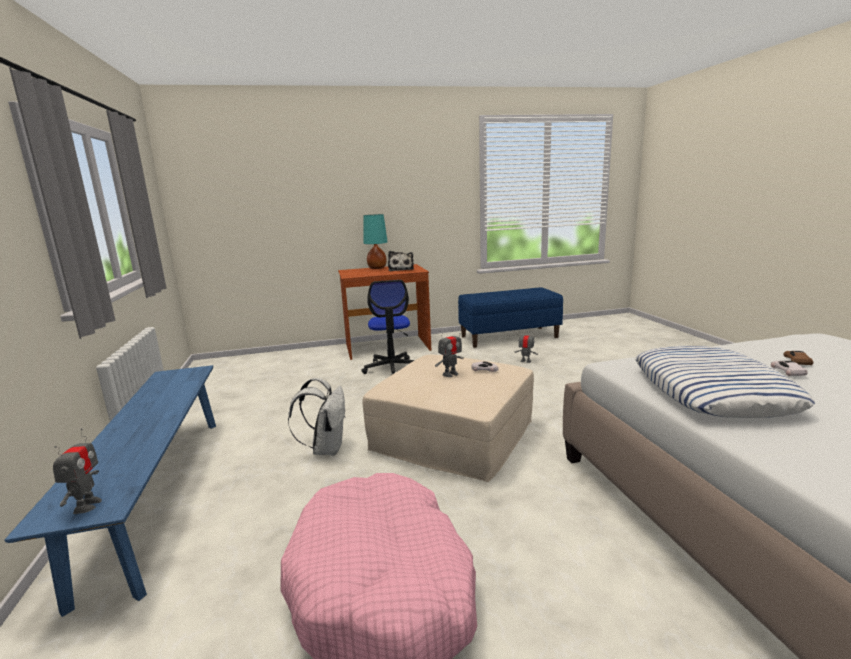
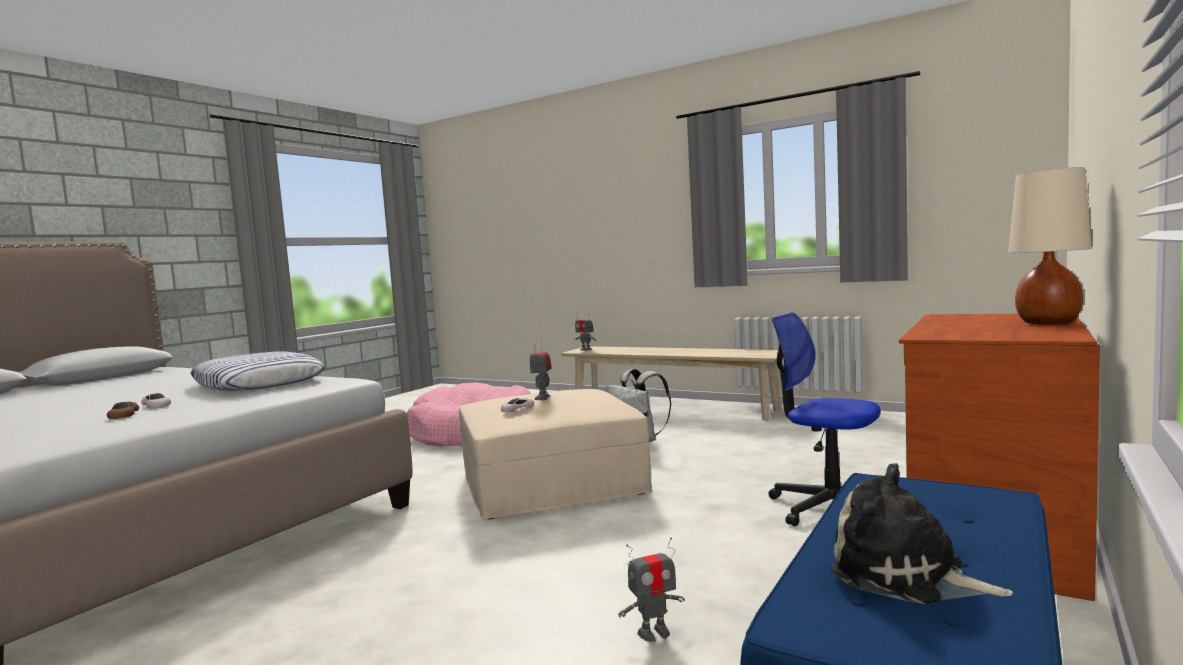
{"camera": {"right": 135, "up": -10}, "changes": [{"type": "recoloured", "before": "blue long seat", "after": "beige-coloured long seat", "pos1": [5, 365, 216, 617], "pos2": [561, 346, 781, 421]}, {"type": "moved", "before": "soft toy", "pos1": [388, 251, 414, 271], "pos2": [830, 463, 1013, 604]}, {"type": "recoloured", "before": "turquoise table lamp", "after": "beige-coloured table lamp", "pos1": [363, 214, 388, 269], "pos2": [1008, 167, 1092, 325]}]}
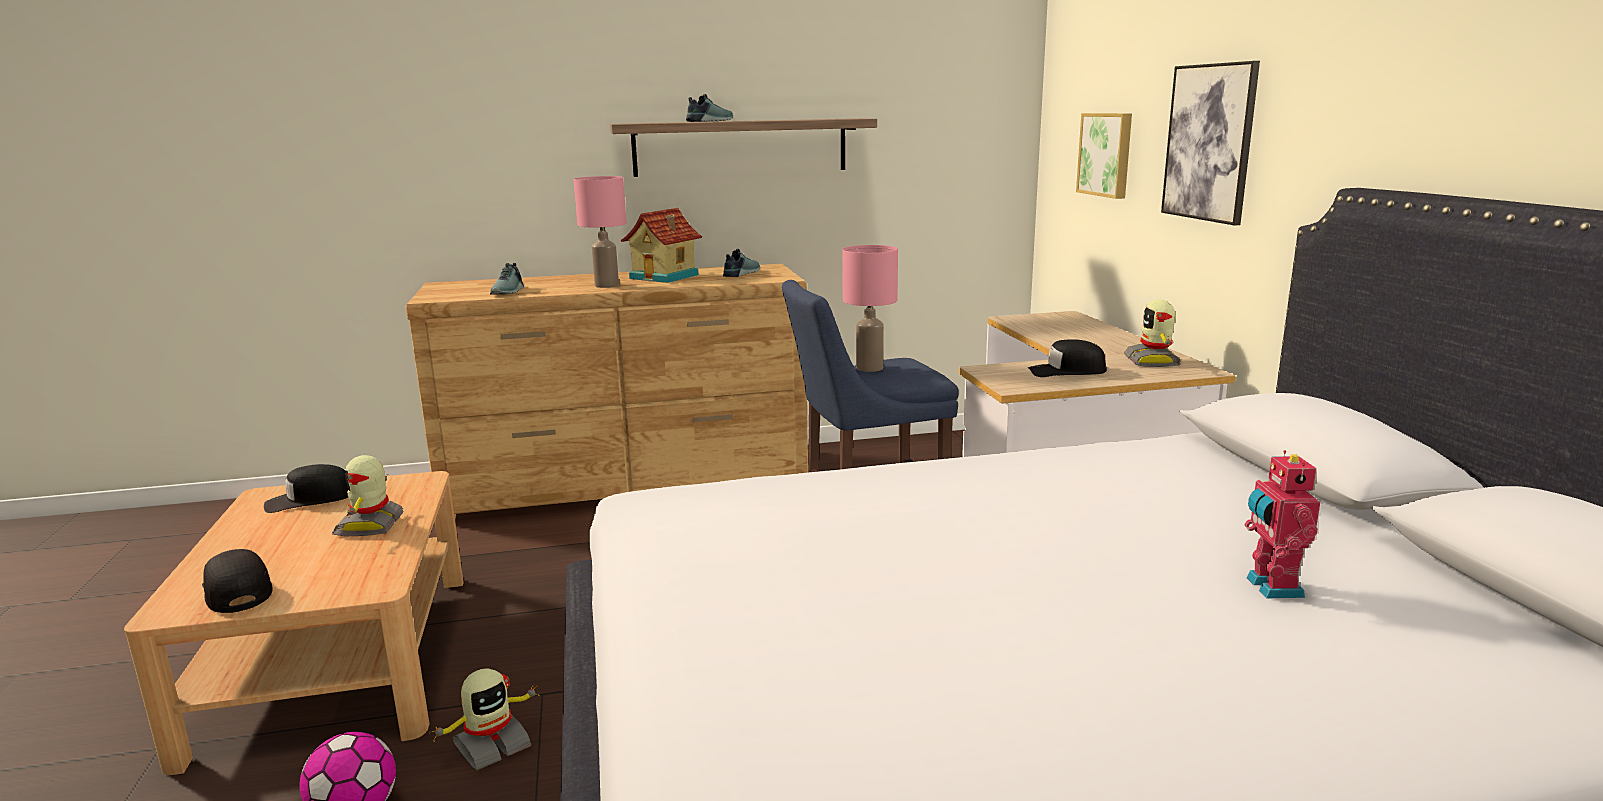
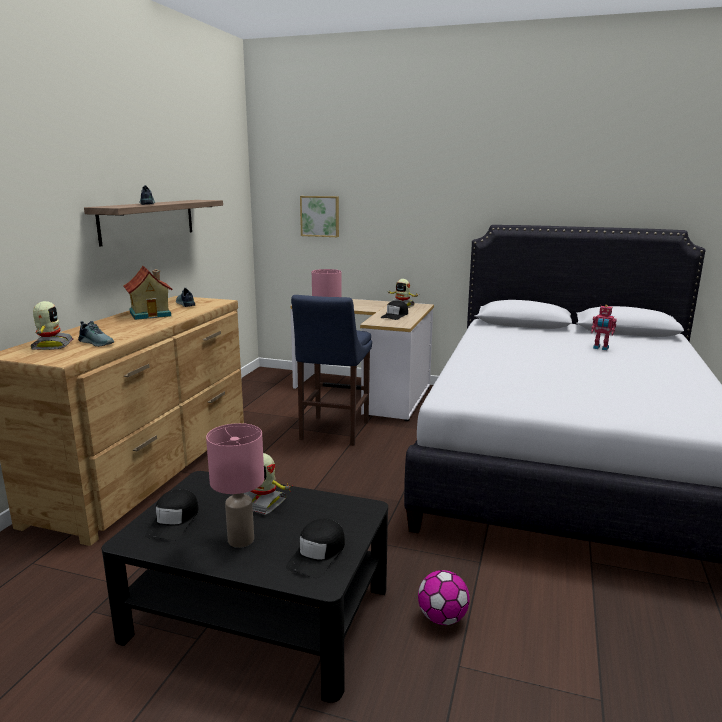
{"camera": {"right": -60, "up": 0}, "changes": [{"type": "moved", "before": "robot figure", "pos1": [429, 668, 540, 770], "pos2": [30, 301, 73, 350]}, {"type": "recoloured", "before": "beige-coloured coffee table", "after": "black-coloured coffee table", "pos1": [124, 471, 464, 775], "pos2": [101, 471, 388, 703]}, {"type": "moved", "before": "pink table lamp", "pos1": [574, 176, 626, 288], "pos2": [206, 423, 264, 548]}, {"type": "turned", "before": "black-coloured baseball cap", "pos1": [202, 549, 272, 613], "pos2": [286, 518, 345, 578], "turn": -60}, {"type": "removed", "before": "wall art", "pos1": [1161, 61, 1260, 226]}]}
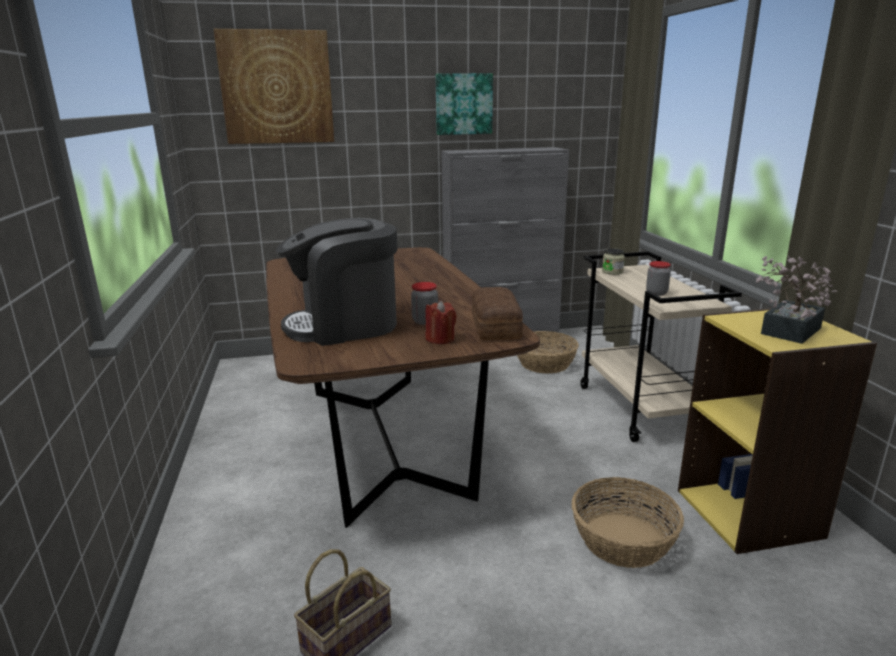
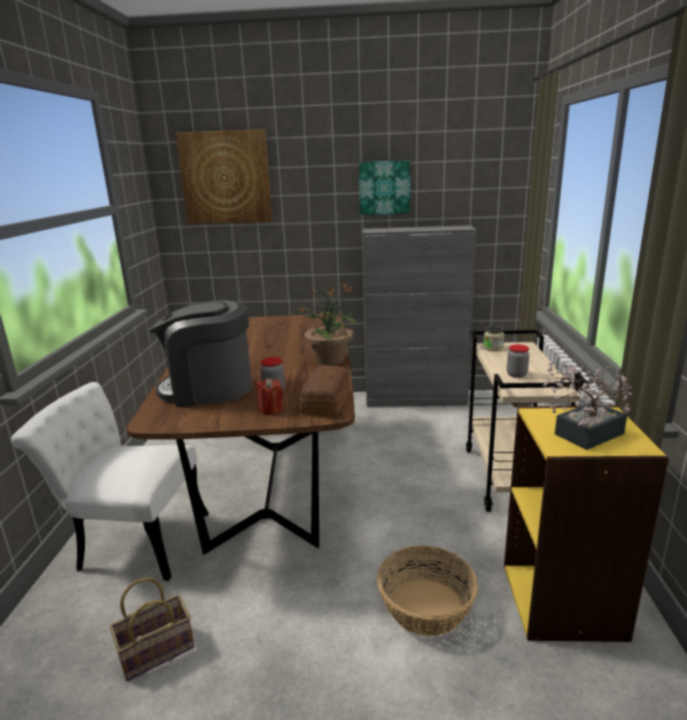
{"camera": {"right": 15, "up": 0}, "changes": [{"type": "added", "after": "white-coloured chair", "pos2": [11, 382, 209, 581]}, {"type": "added", "after": "houseplant", "pos2": [298, 282, 358, 365]}, {"type": "removed", "before": "storage basket", "pos1": [517, 331, 579, 374]}]}
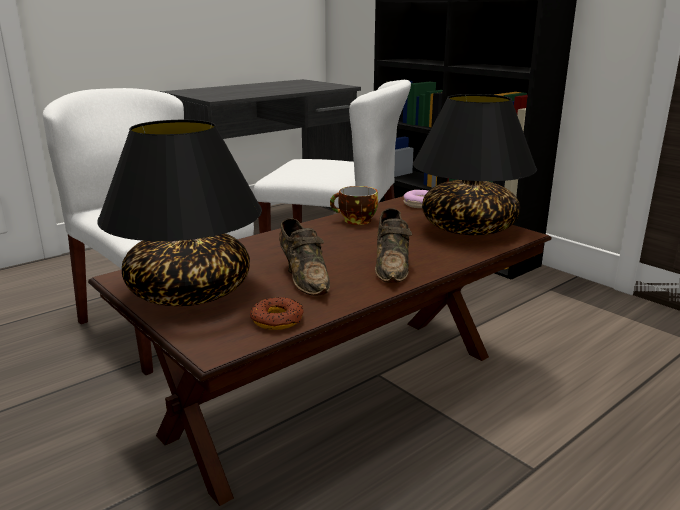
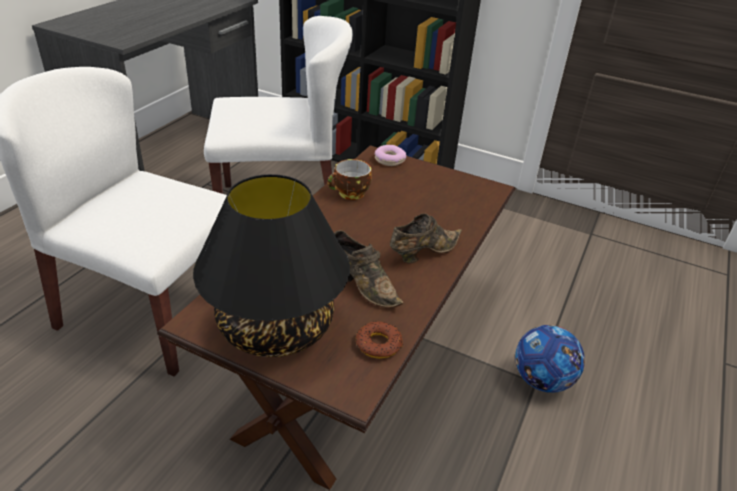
{"camera": {"right": -25, "up": 15}, "changes": [{"type": "turned", "before": "brownish shoe", "pos1": [375, 208, 412, 283], "pos2": [390, 214, 462, 264], "turn": -105}, {"type": "added", "after": "football ball", "pos2": [515, 325, 585, 393]}, {"type": "removed", "before": "black-coloured table lamp", "pos1": [413, 94, 537, 235]}]}
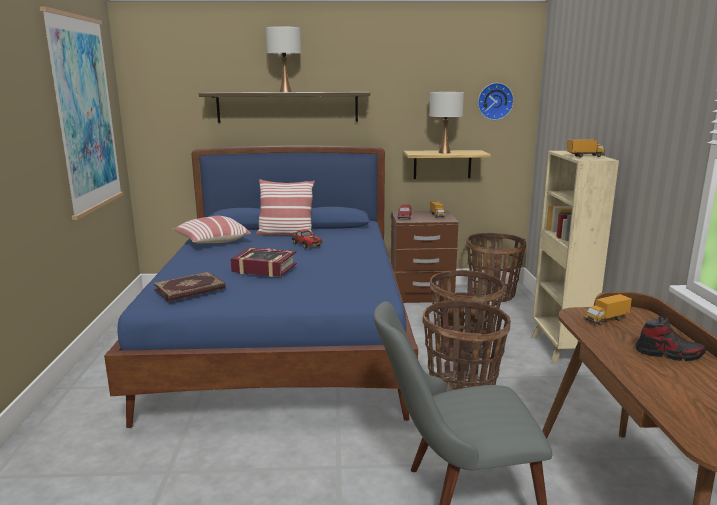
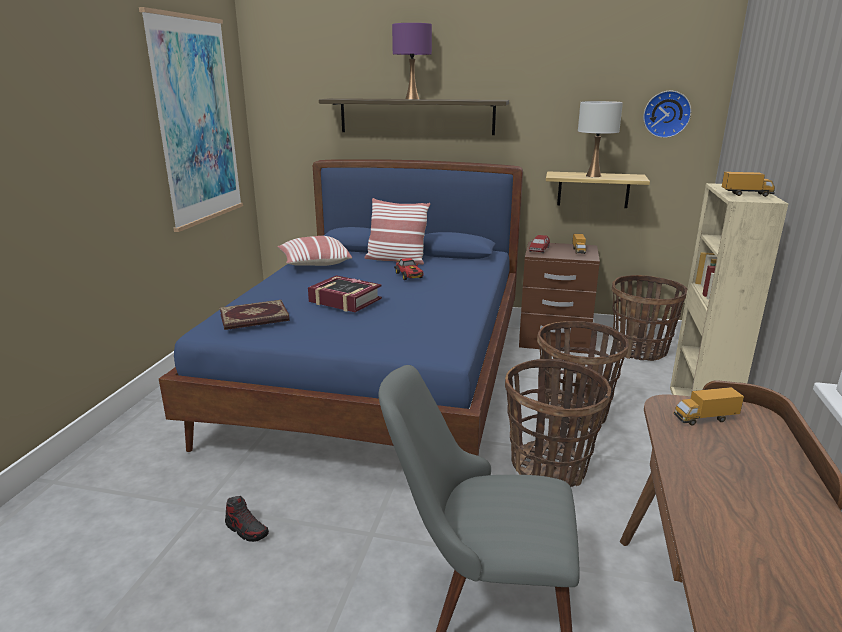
{"camera": {"right": 15, "up": 5}, "changes": [{"type": "moved", "before": "shoe", "pos1": [635, 316, 706, 361], "pos2": [225, 496, 269, 542]}, {"type": "recoloured", "before": "white-coloured table lamp", "after": "purple table lamp", "pos1": [266, 26, 301, 92], "pos2": [392, 23, 432, 100]}]}
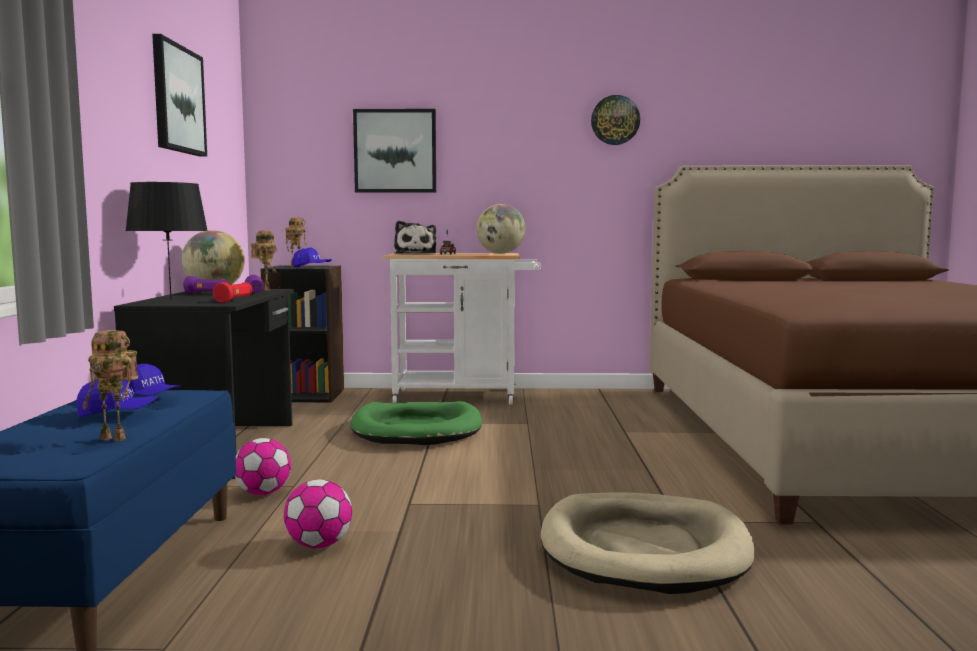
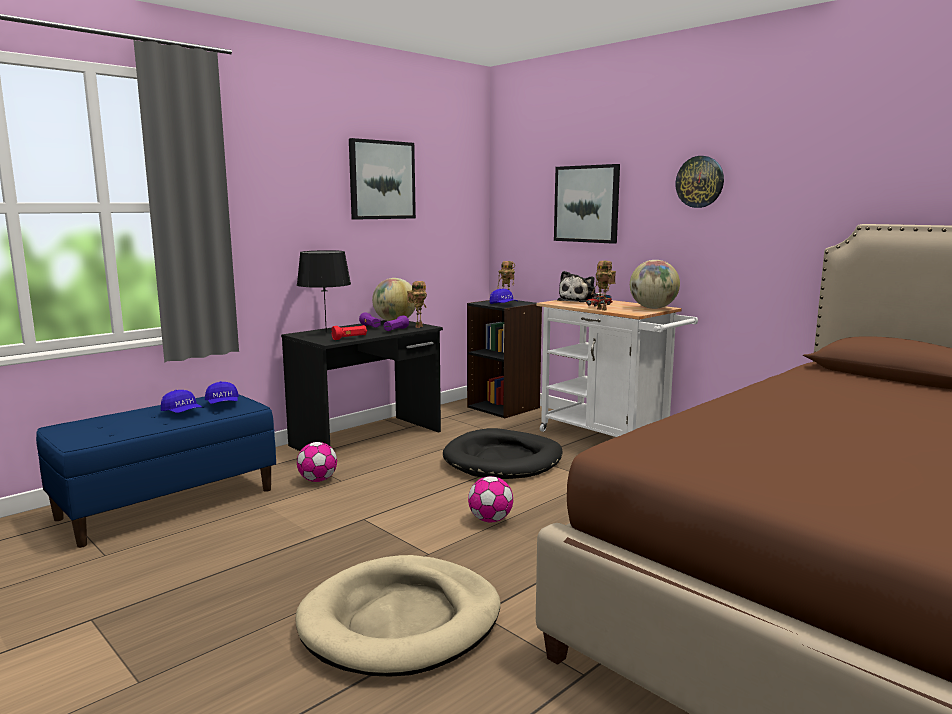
{"camera": {"right": 45, "up": 5}, "changes": [{"type": "recoloured", "before": "green dog bed", "after": "black-coloured dog bed", "pos1": [350, 401, 482, 445], "pos2": [443, 428, 563, 479]}, {"type": "moved", "before": "football ball", "pos1": [284, 479, 352, 548], "pos2": [468, 476, 513, 522]}, {"type": "moved", "before": "robot figure", "pos1": [82, 330, 138, 441], "pos2": [592, 261, 616, 311]}, {"type": "moved", "before": "clock on the wall", "pos1": [591, 95, 640, 145], "pos2": [675, 156, 724, 208]}]}
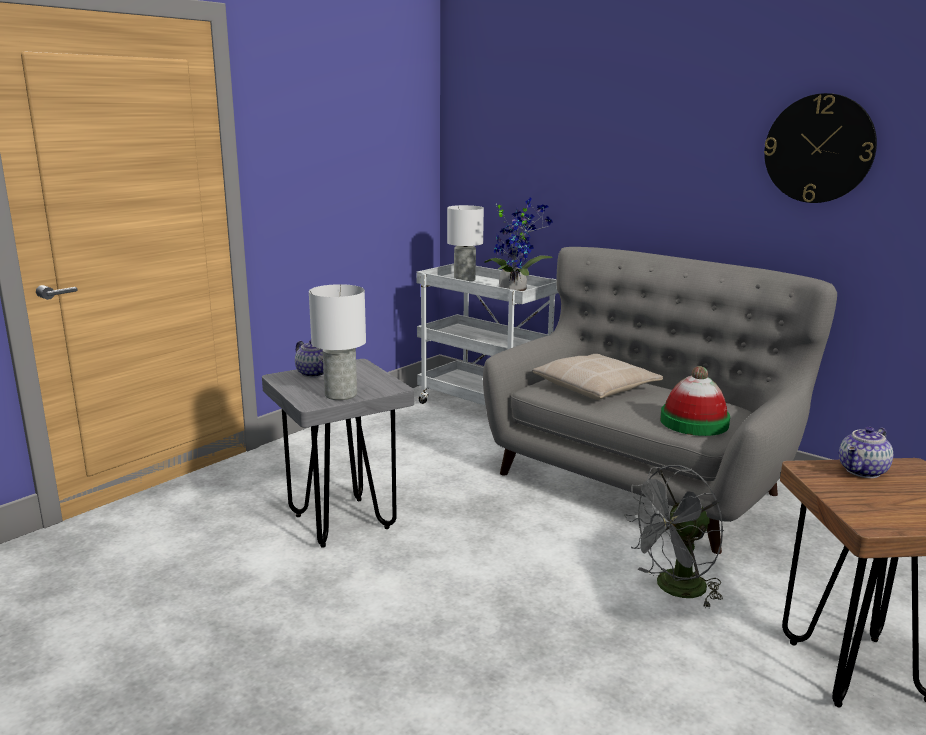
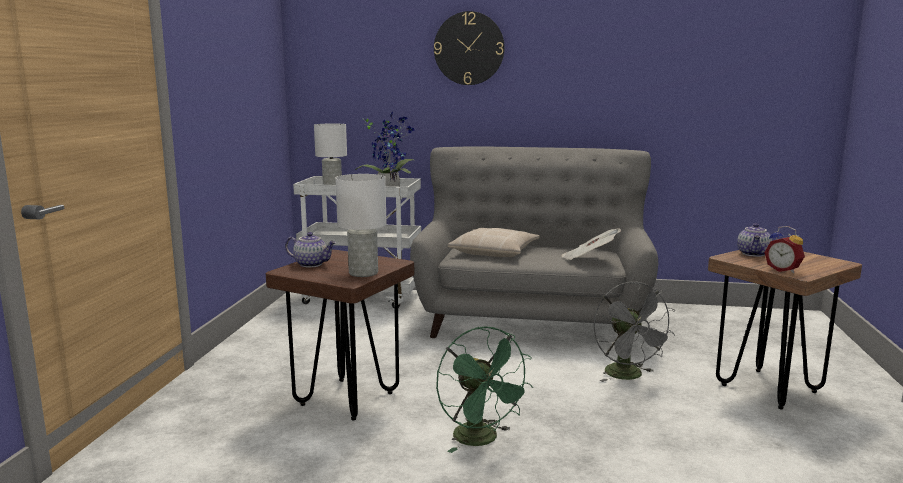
{"camera": {"right": -30, "up": -5}, "changes": [{"type": "recoloured", "before": "grey sitting stool", "after": "brownish sitting stool", "pos1": [262, 359, 414, 548], "pos2": [266, 250, 414, 421]}, {"type": "moved", "before": "clock on the wall", "pos1": [764, 93, 877, 203], "pos2": [434, 11, 505, 85]}, {"type": "added", "after": "green electric fan", "pos2": [436, 326, 533, 453]}, {"type": "replaced", "before": "clothing hat", "after": "daily paper", "pos1": [660, 366, 730, 436], "pos2": [561, 228, 621, 261]}, {"type": "turned", "before": "grey electric fan", "pos1": [624, 465, 724, 609], "pos2": [593, 282, 675, 382], "turn": -45}, {"type": "added", "after": "bedside clock", "pos2": [764, 226, 805, 273]}]}
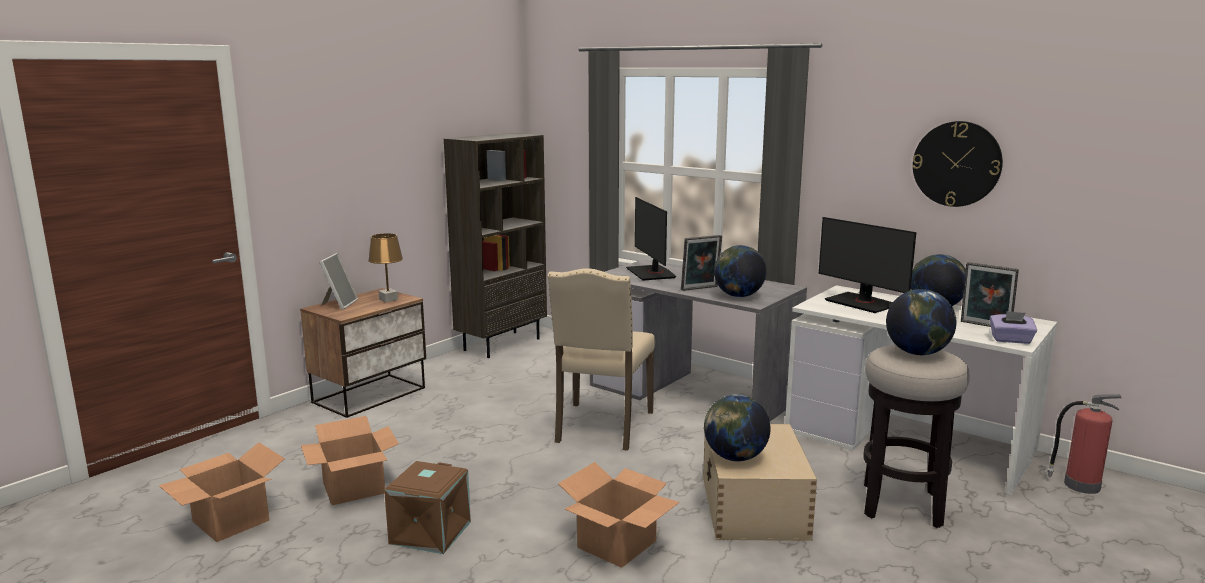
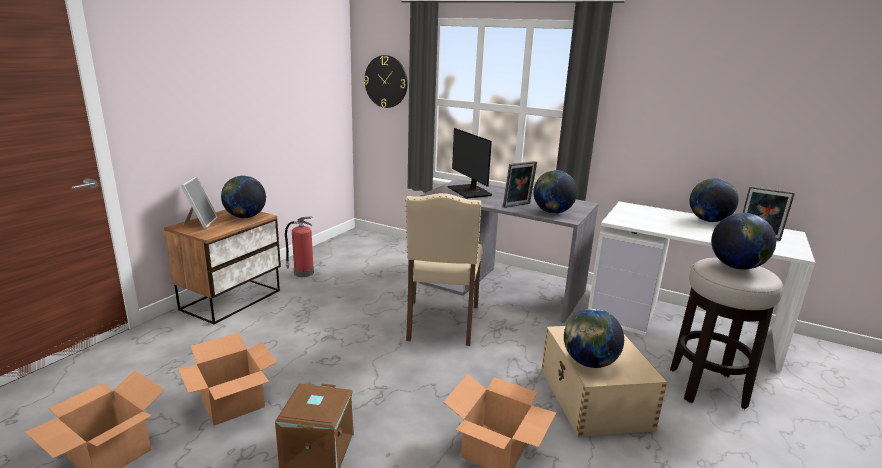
{"camera": {"right": -10, "up": 5}, "changes": [{"type": "replaced", "before": "brownish table lamp", "after": "desk globe", "pos1": [368, 233, 403, 302], "pos2": [221, 175, 266, 218]}, {"type": "moved", "before": "fire extinguisher", "pos1": [1047, 394, 1122, 494], "pos2": [285, 216, 314, 277]}, {"type": "moved", "before": "clock on the wall", "pos1": [912, 121, 1003, 207], "pos2": [364, 55, 408, 108]}, {"type": "removed", "before": "brownish shelving unit", "pos1": [444, 133, 547, 358]}, {"type": "removed", "before": "monitor", "pos1": [819, 217, 916, 313]}, {"type": "removed", "before": "purple box of tissues", "pos1": [990, 311, 1037, 344]}]}
